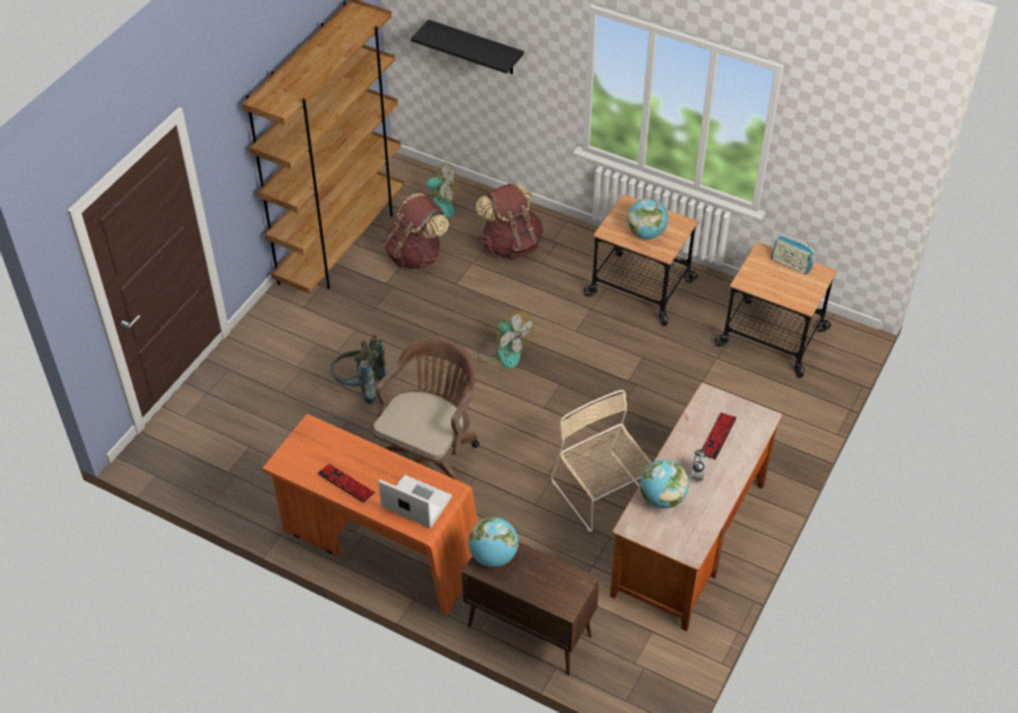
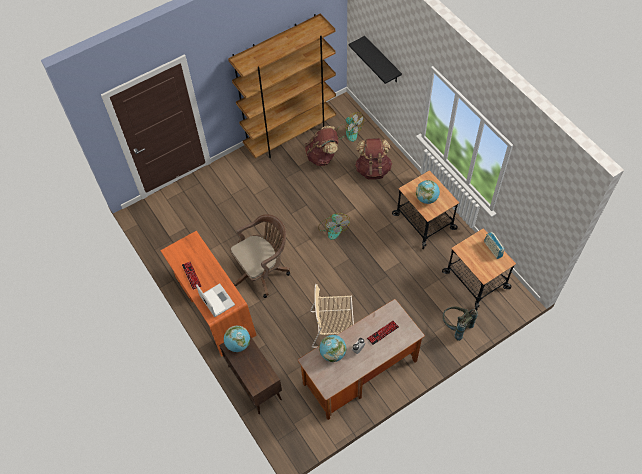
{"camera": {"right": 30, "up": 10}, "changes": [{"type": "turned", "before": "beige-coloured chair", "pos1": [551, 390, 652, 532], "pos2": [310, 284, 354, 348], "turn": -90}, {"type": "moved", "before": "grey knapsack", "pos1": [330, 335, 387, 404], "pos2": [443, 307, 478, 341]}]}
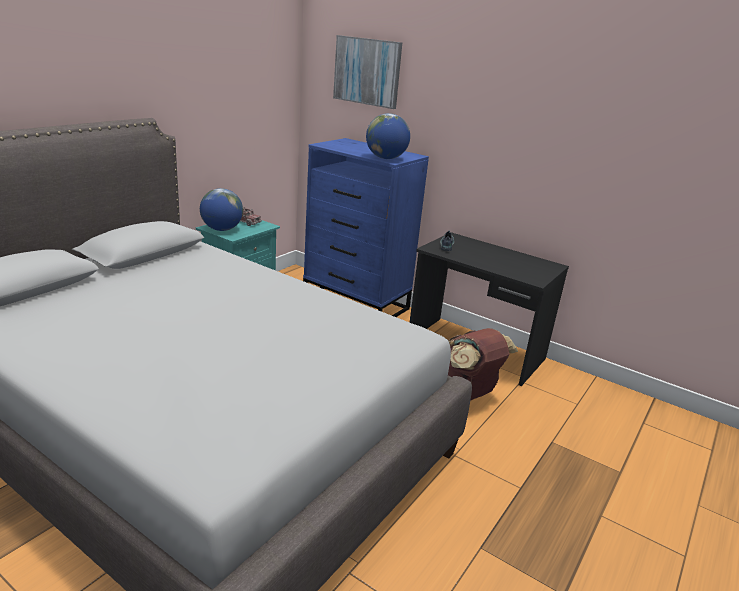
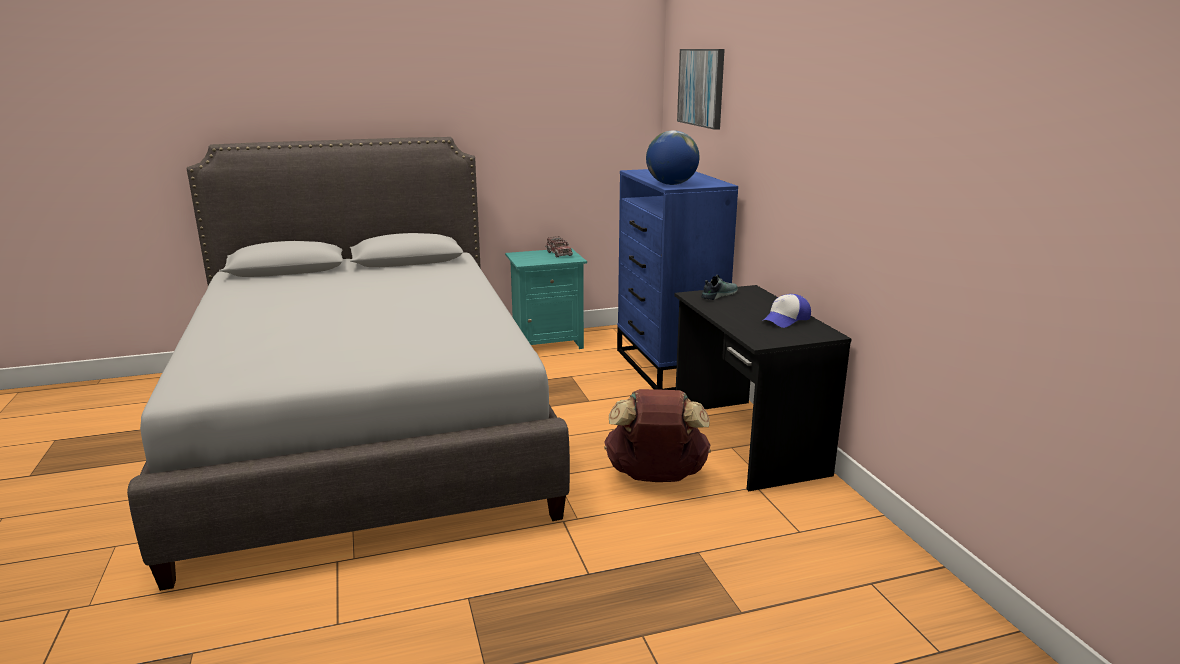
{"camera": {"right": 40, "up": -5}, "changes": [{"type": "added", "after": "baseball cap", "pos2": [762, 294, 811, 328]}, {"type": "removed", "before": "desk globe", "pos1": [200, 188, 243, 231]}]}
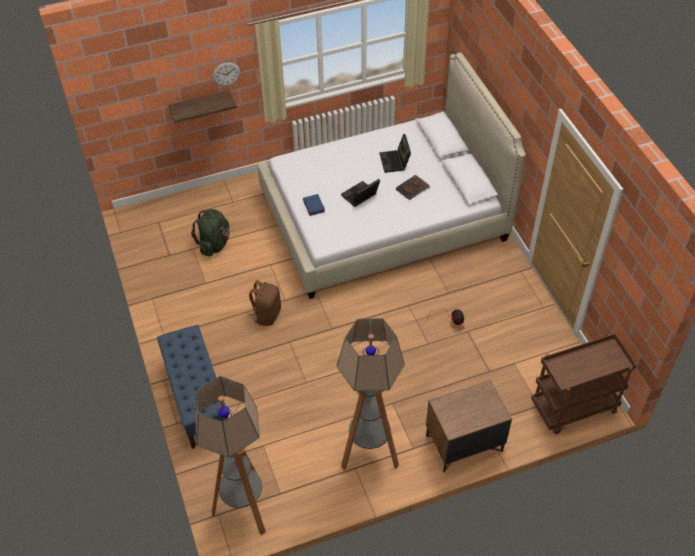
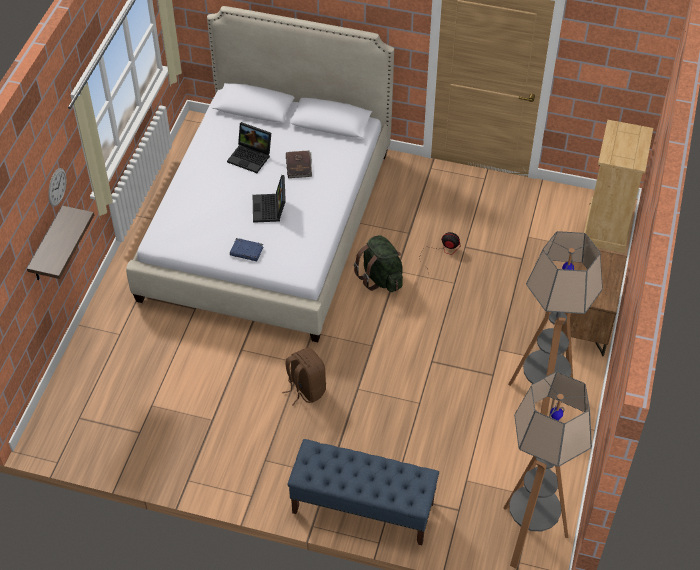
{"camera": {"right": -55, "up": 0}, "changes": [{"type": "moved", "before": "green knapsack", "pos1": [191, 209, 230, 256], "pos2": [354, 235, 403, 292]}, {"type": "replaced", "before": "brownish trolley", "after": "beige-coloured dresser", "pos1": [531, 333, 637, 434], "pos2": [584, 120, 653, 253]}]}
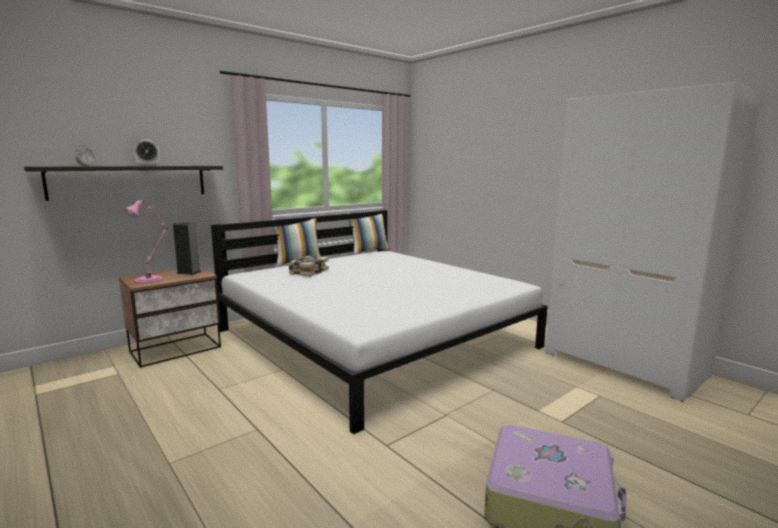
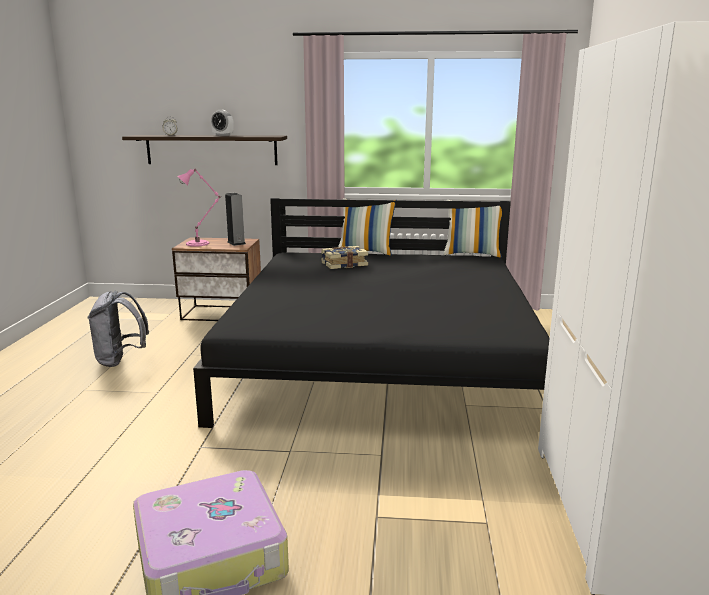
{"camera": {"right": 45, "up": 5}, "changes": [{"type": "added", "after": "grey knapsack", "pos2": [87, 290, 149, 367]}, {"type": "recoloured", "before": "white-coloured bed", "after": "black-coloured bed", "pos1": [211, 210, 548, 434], "pos2": [193, 198, 550, 428]}]}
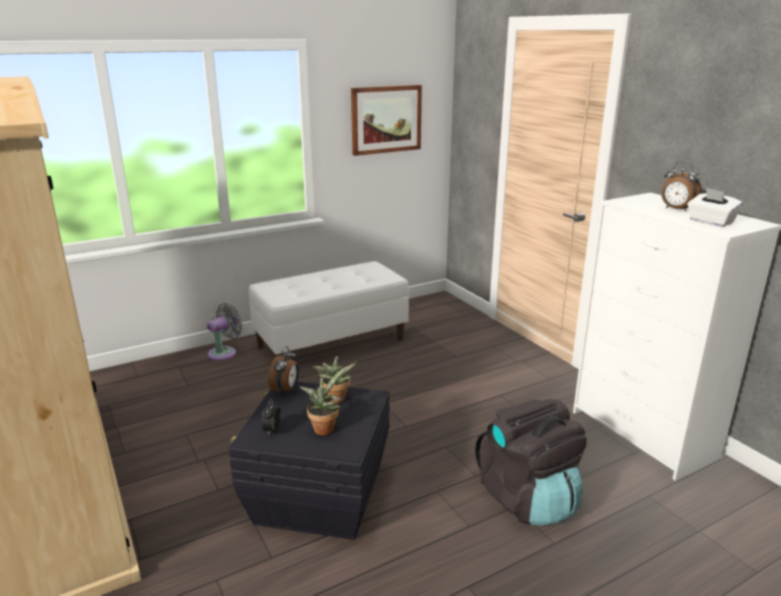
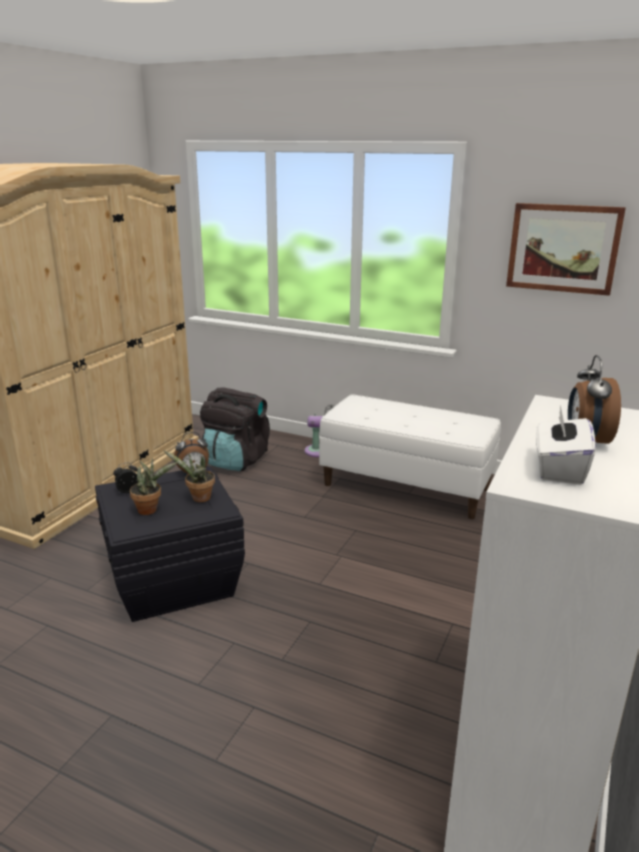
{"camera": {"right": 55, "up": 0}, "changes": [{"type": "moved", "before": "black-coloured knapsack", "pos1": [475, 399, 587, 525], "pos2": [200, 387, 270, 471]}]}
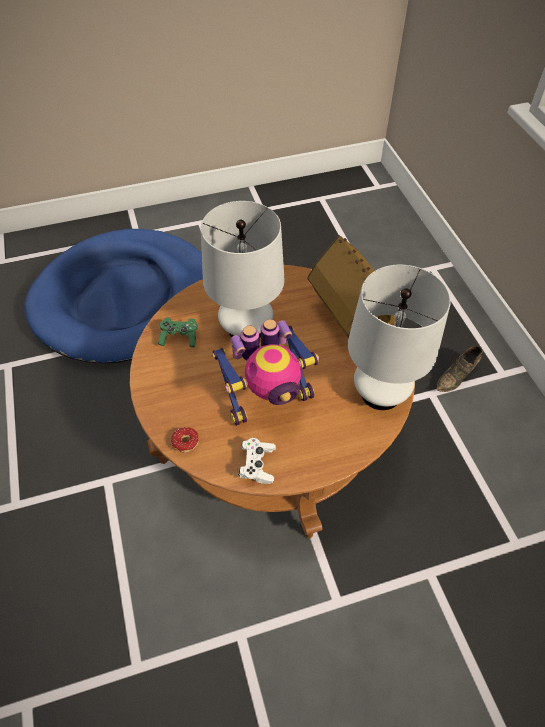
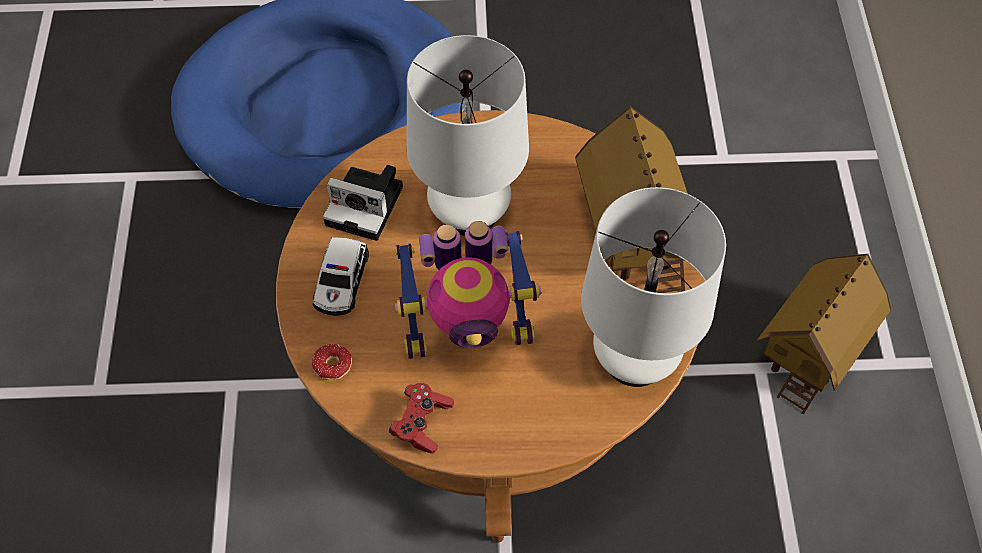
{"camera": {"right": 15, "up": 5}, "changes": [{"type": "added", "after": "model car", "pos2": [313, 237, 369, 316]}, {"type": "replaced", "before": "green gamepad", "after": "photo camera", "pos1": [158, 317, 198, 347], "pos2": [323, 165, 403, 241]}, {"type": "recoloured", "before": "white-coloured gamepad", "after": "red gamepad", "pos1": [238, 438, 276, 484], "pos2": [389, 383, 454, 453]}, {"type": "replaced", "before": "brownish shoe", "after": "miniature house", "pos1": [436, 346, 483, 392], "pos2": [756, 254, 891, 415]}]}
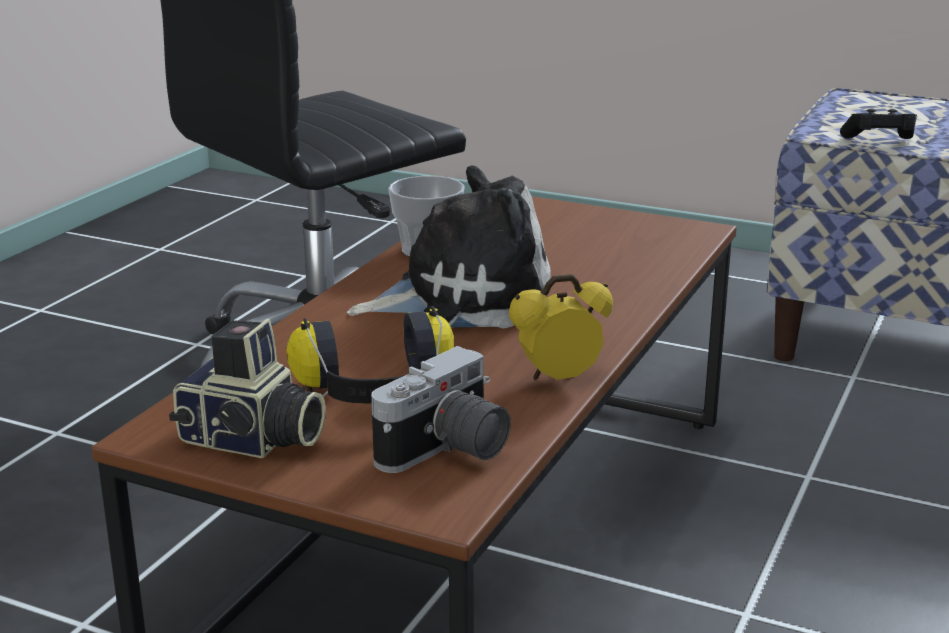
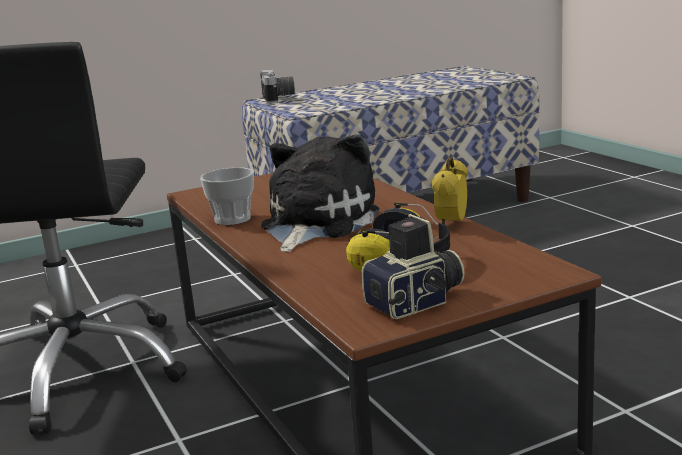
{"camera": {"right": -50, "up": -5}, "changes": [{"type": "moved", "before": "photo camera", "pos1": [371, 346, 511, 473], "pos2": [260, 69, 295, 104]}, {"type": "removed", "before": "black-coloured gamepad", "pos1": [840, 108, 917, 139]}]}
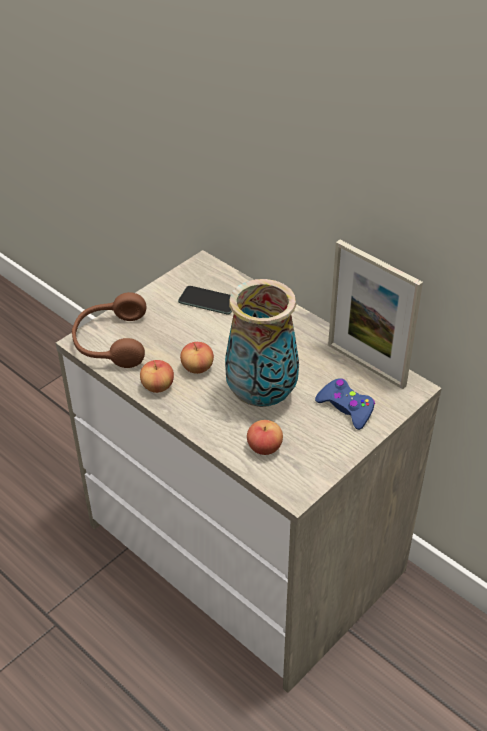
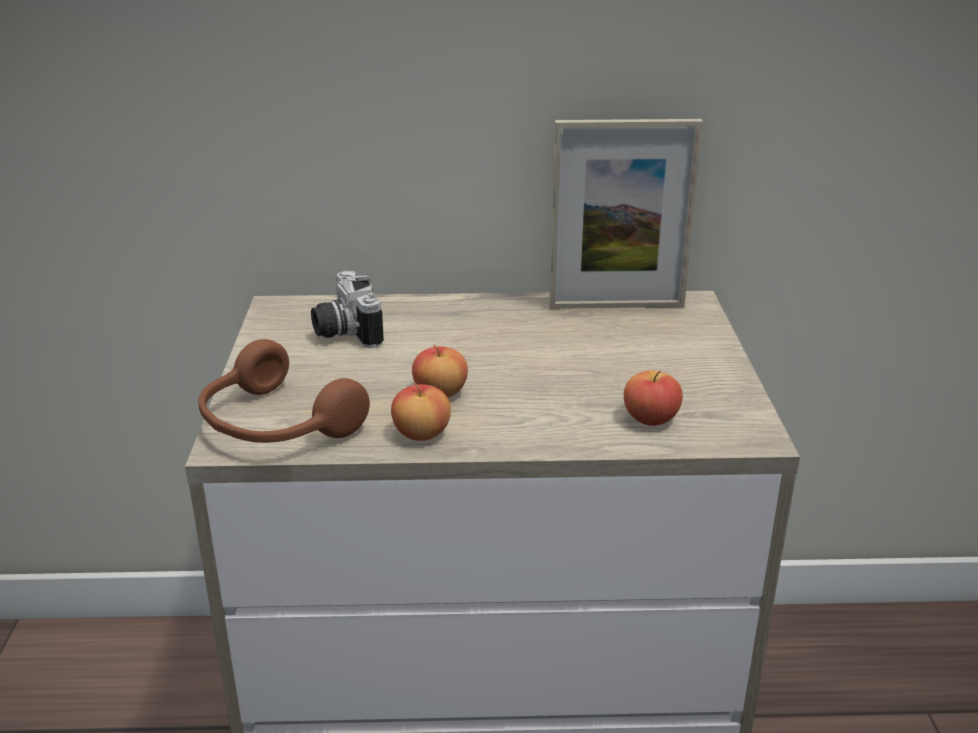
{"camera": {"right": -45, "up": -15}, "changes": [{"type": "replaced", "before": "telephone", "after": "photo camera", "pos1": [178, 286, 232, 315], "pos2": [311, 271, 384, 348]}, {"type": "removed", "before": "flower vase", "pos1": [225, 279, 299, 407]}, {"type": "removed", "before": "blue gamepad", "pos1": [315, 378, 375, 430]}]}
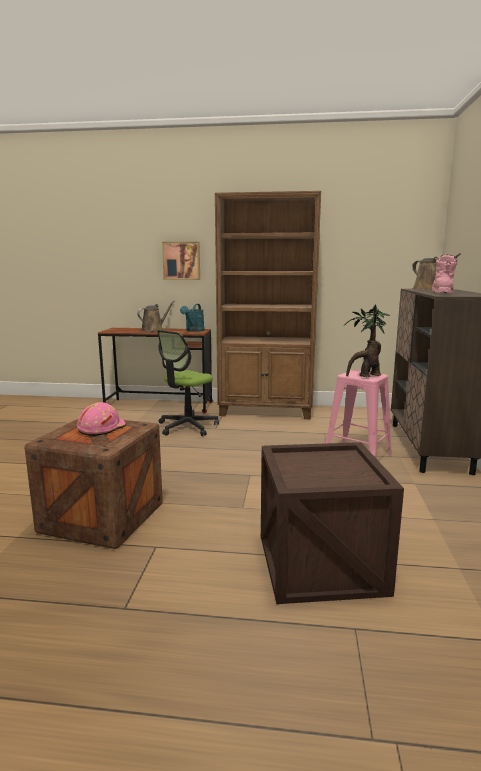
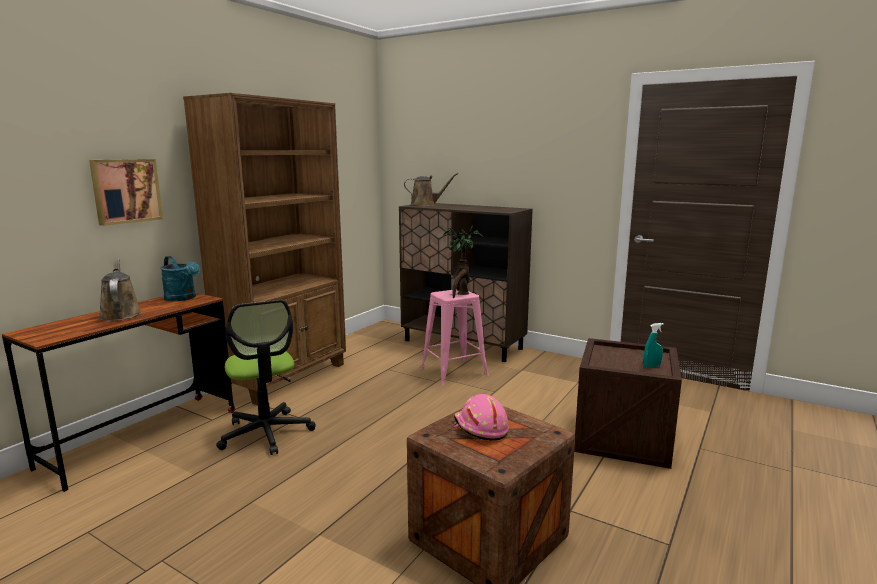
{"camera": {"right": -65, "up": 0}, "changes": [{"type": "added", "after": "turquoise spray bottle", "pos2": [644, 323, 664, 367]}, {"type": "removed", "before": "pink tall boot", "pos1": [432, 254, 458, 294]}]}
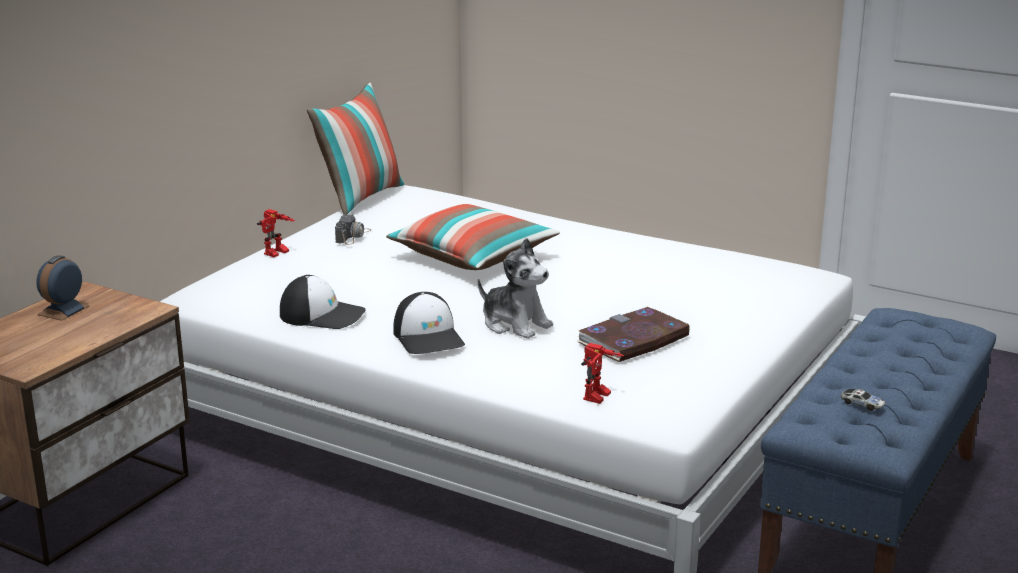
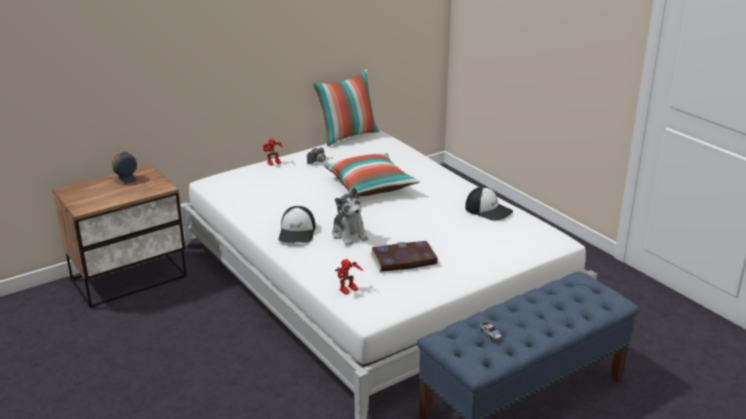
{"camera": {"right": 25, "up": 5}, "changes": [{"type": "moved", "before": "baseball cap", "pos1": [280, 275, 366, 329], "pos2": [465, 186, 513, 221]}]}
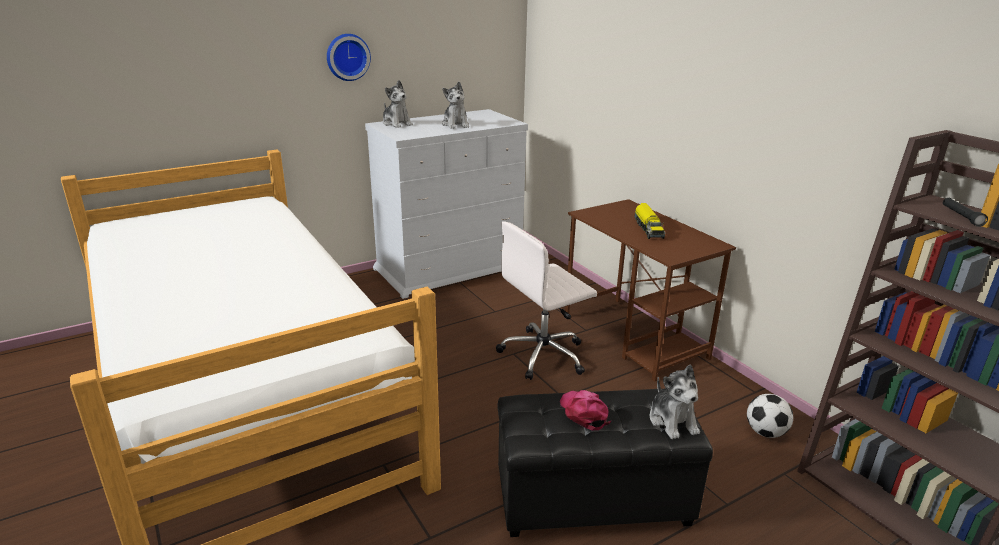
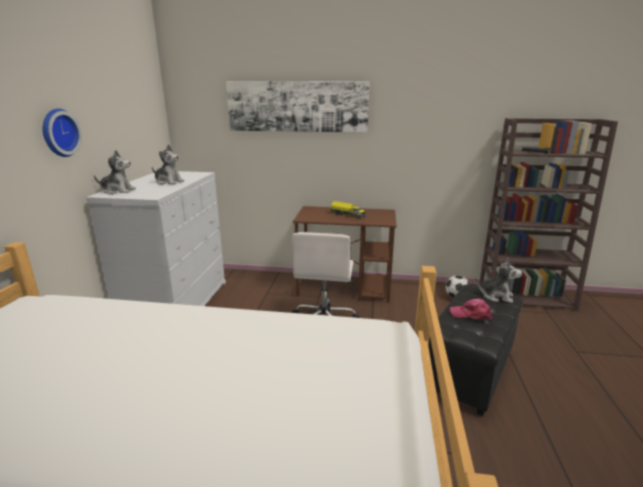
{"camera": {"right": -50, "up": -5}, "changes": [{"type": "added", "after": "wall art", "pos2": [226, 81, 370, 133]}]}
